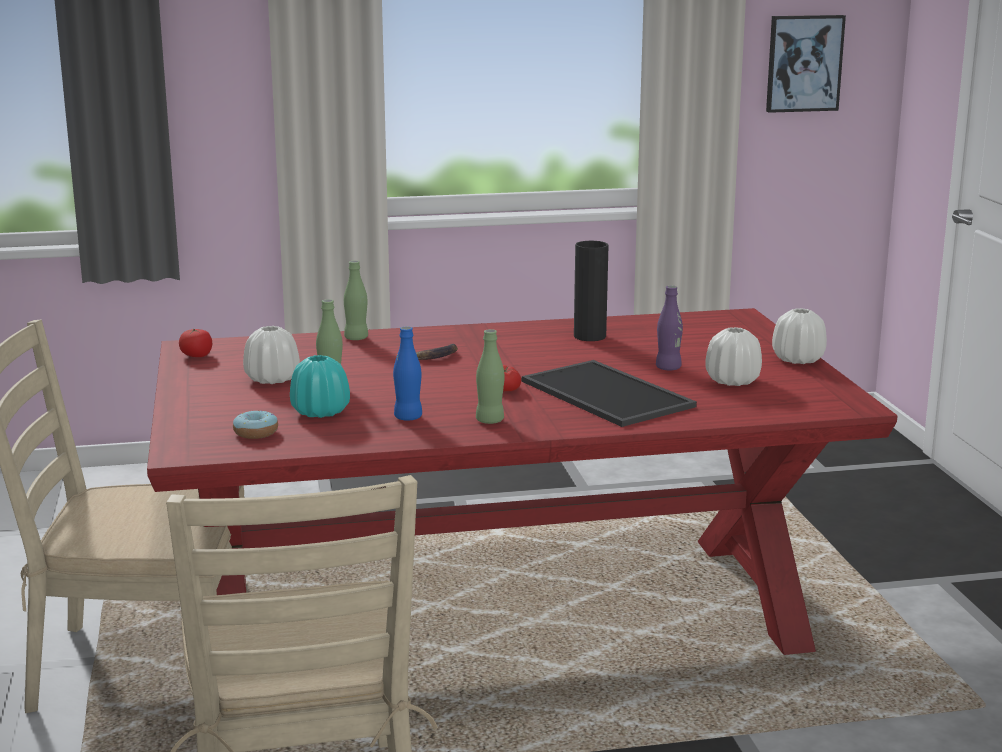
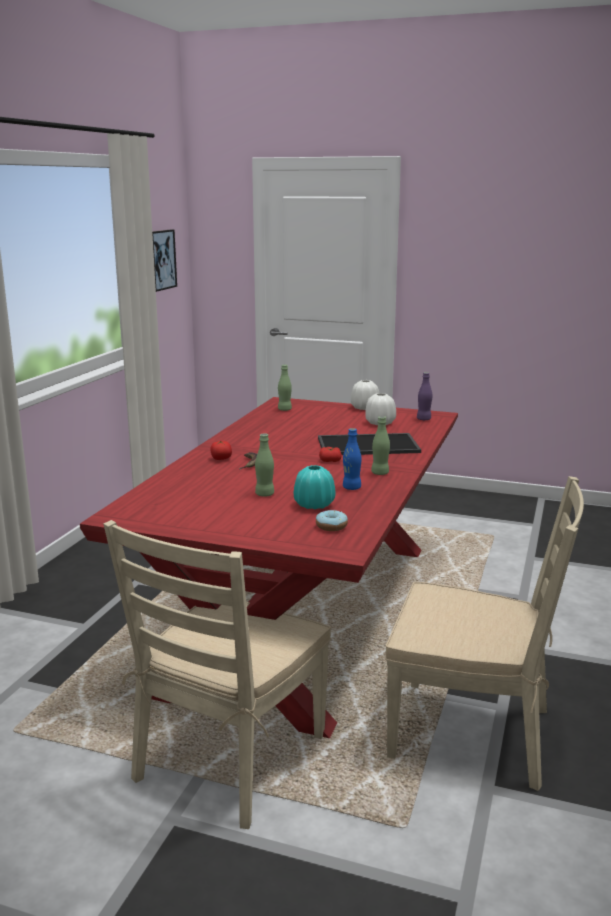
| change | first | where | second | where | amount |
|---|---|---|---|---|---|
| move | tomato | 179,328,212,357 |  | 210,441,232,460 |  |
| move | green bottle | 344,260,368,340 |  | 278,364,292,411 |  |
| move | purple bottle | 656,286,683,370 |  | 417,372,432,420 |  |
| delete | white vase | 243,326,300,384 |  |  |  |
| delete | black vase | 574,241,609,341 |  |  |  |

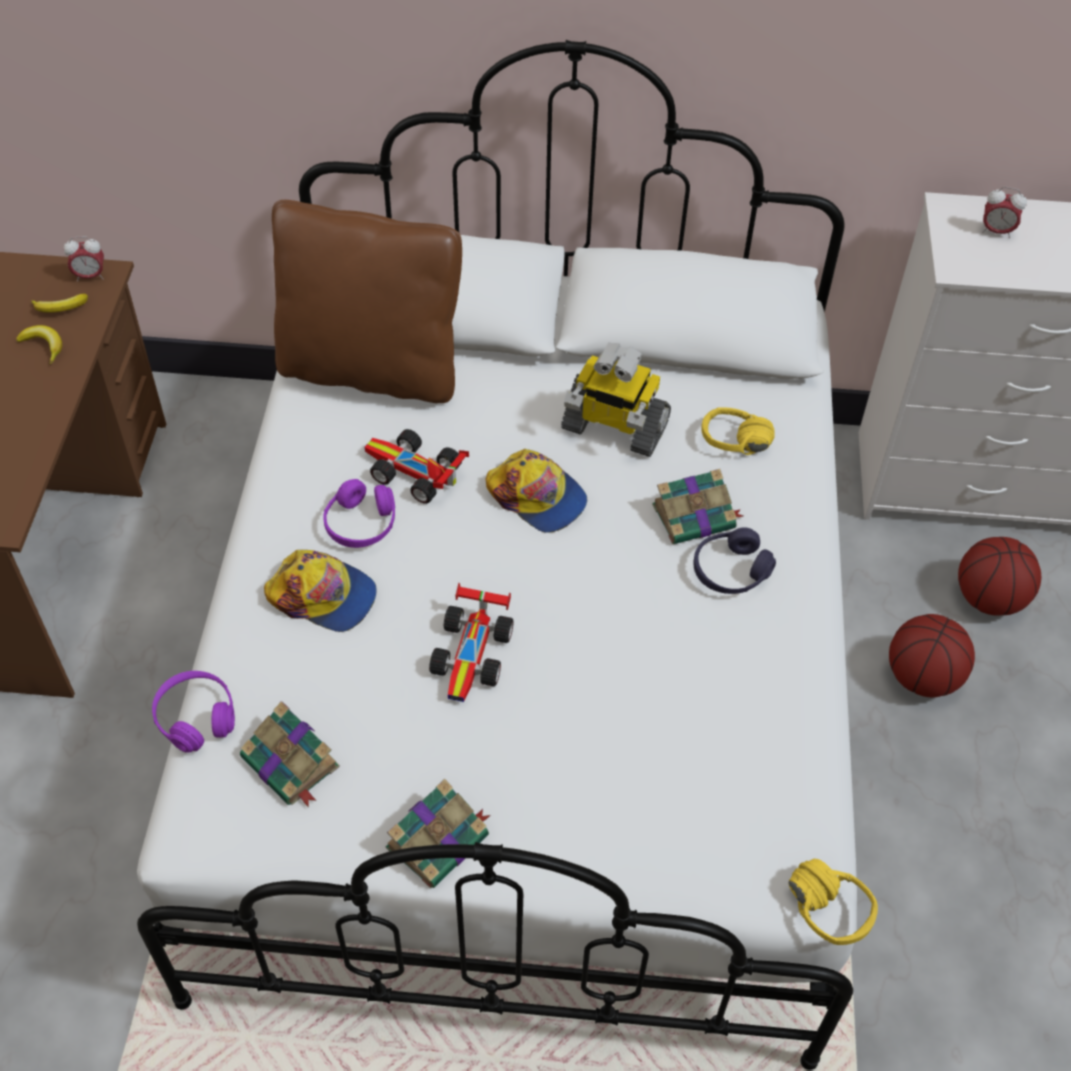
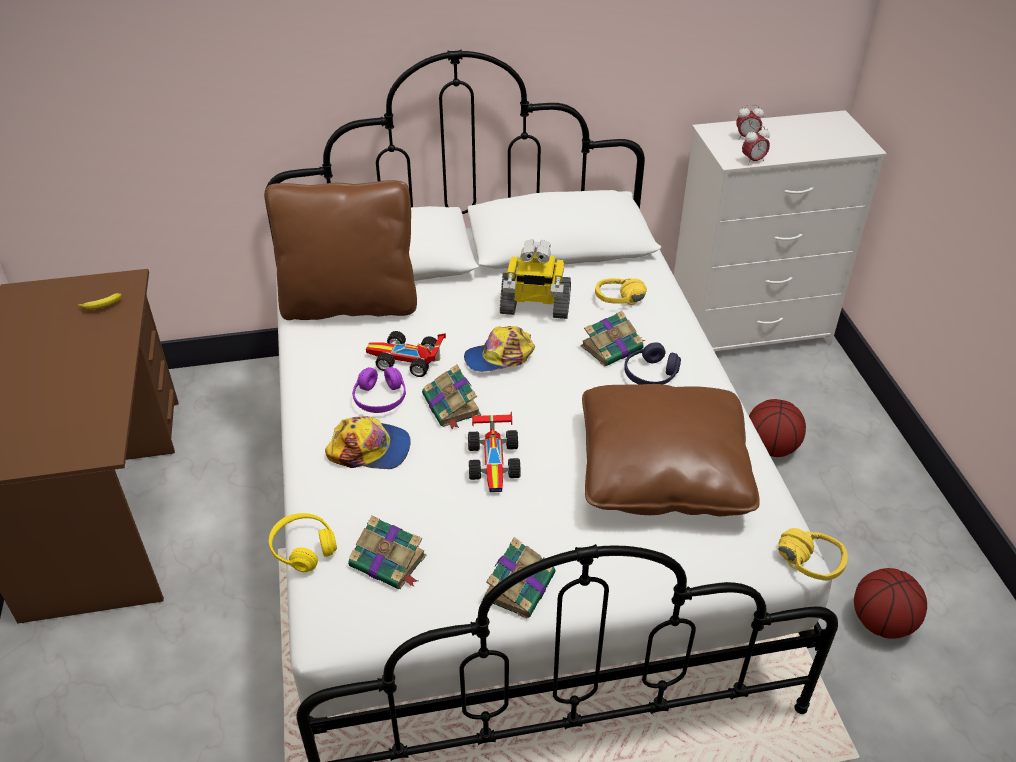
| change | first | where | second | where | amount |
|---|---|---|---|---|---|
| recolor | purple headphones | 152,671,235,753 | yellow headphones | 269,513,337,572 |  |
| insert |  |  | book | 422,364,481,430 |  |
| rotate | cap | 486,449,587,533 |  | 464,326,535,372 | 135 degrees clockwise |
| insert |  |  | brown pillow | 582,384,760,516 |  |
| move | alarm clock | 63,236,104,282 |  | 742,126,770,165 |  |
| move | basketball | 958,537,1041,616 |  | 854,568,927,639 |  |
| delete | banana | 16,325,62,365 |  |  |  |

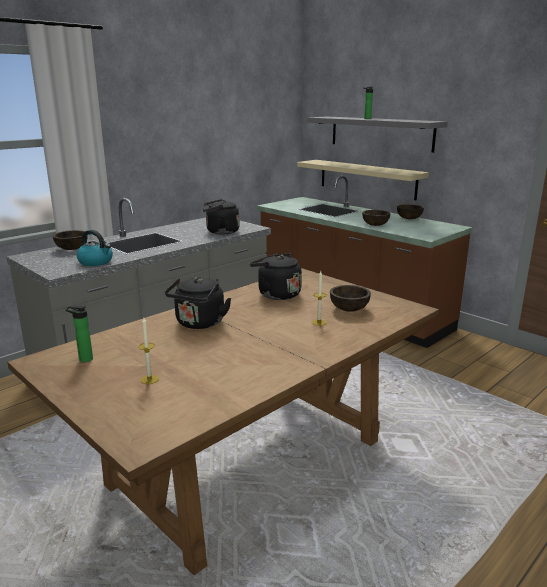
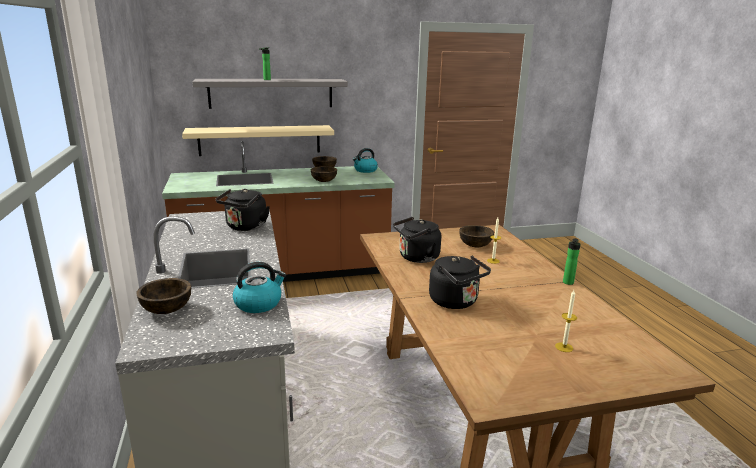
| change | first | where | second | where | amount |
|---|---|---|---|---|---|
| insert |  |  | kettle | 353,148,378,173 |  |
| move | bottle | 66,305,93,362 |  | 563,238,580,285 |  |

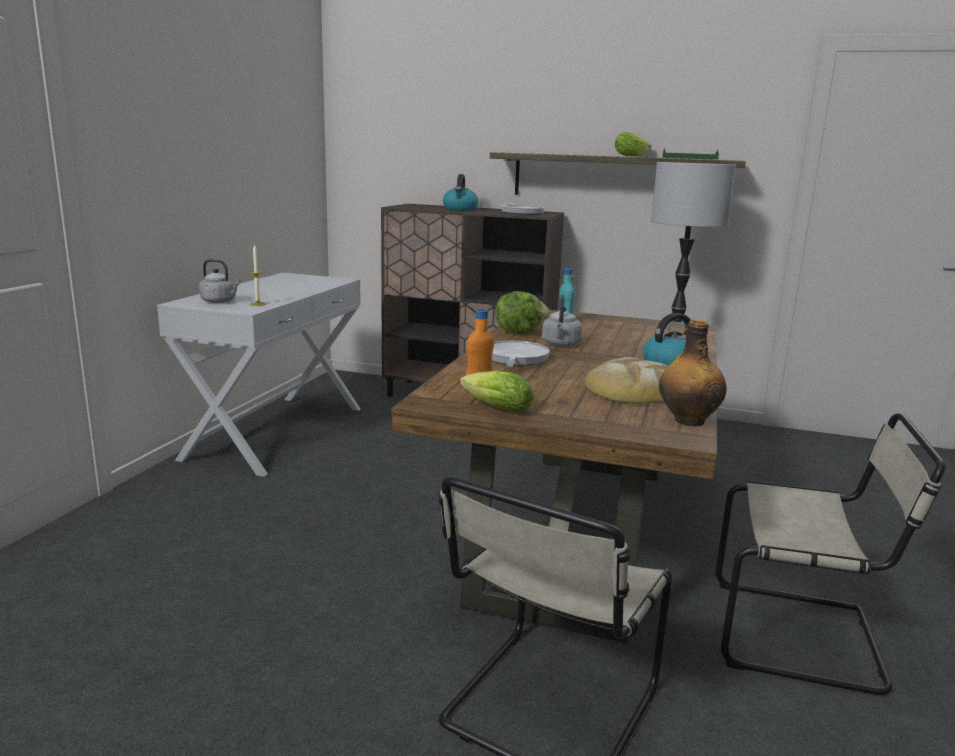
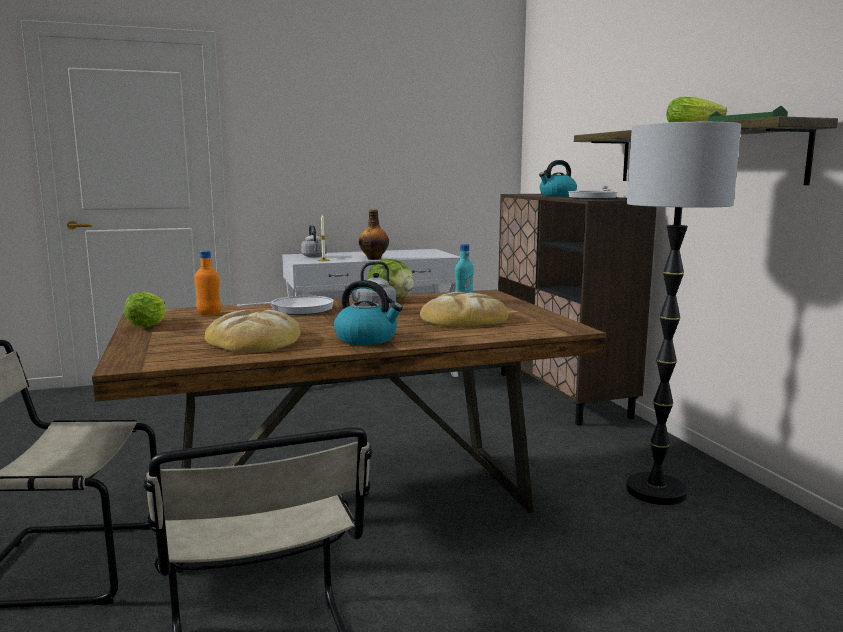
| change | first | where | second | where | amount |
|---|---|---|---|---|---|
| move | bottle | 659,320,726,427 |  | 359,209,389,260 |  |
| insert |  |  | bread | 420,292,508,327 |  |

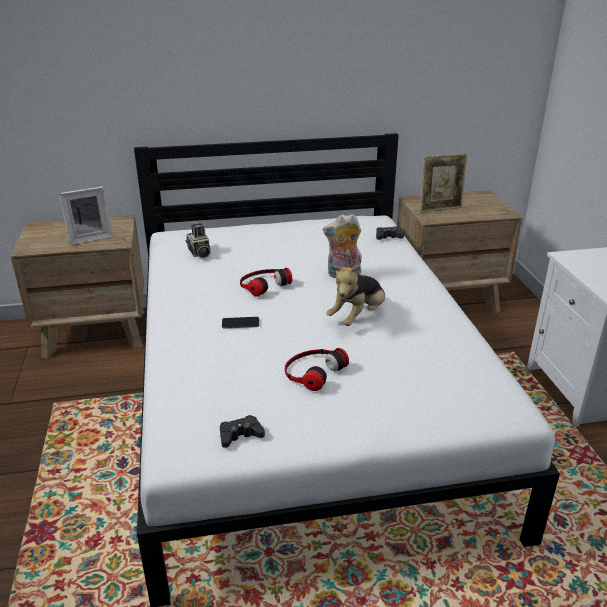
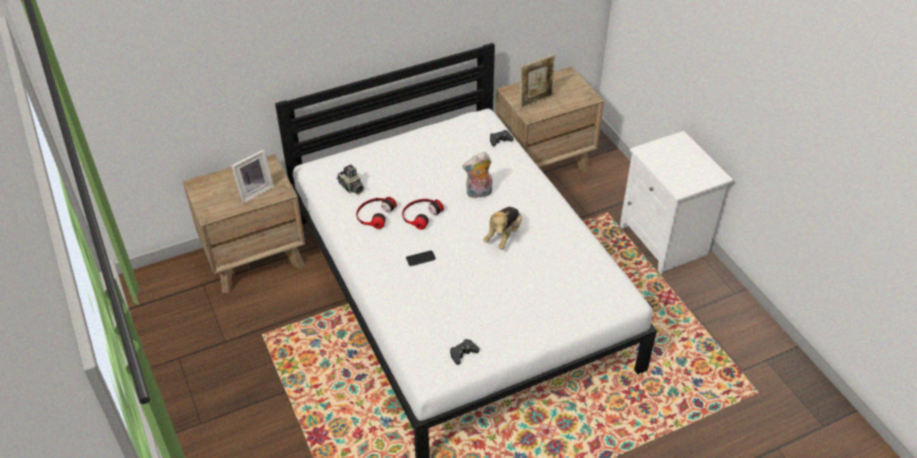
| change | first | where | second | where | amount |
|---|---|---|---|---|---|
| move | headphones | 285,348,349,391 |  | 356,197,397,229 |  |

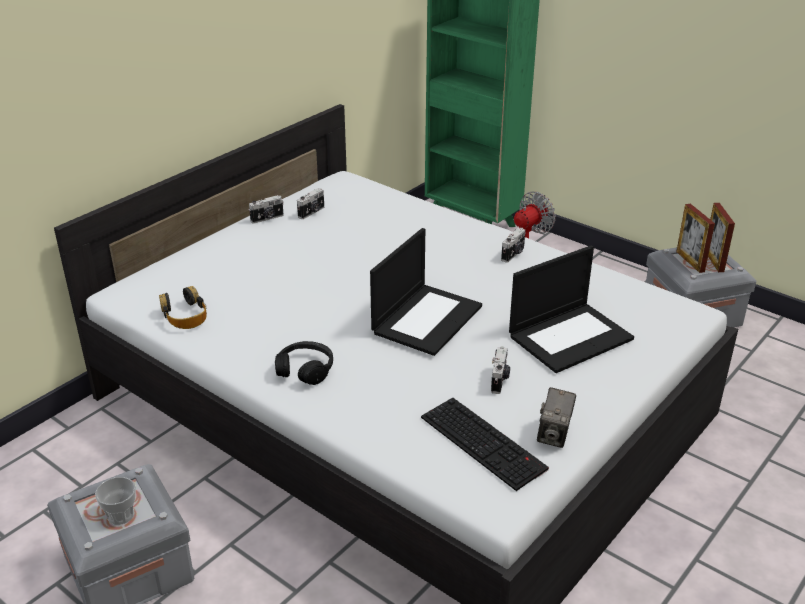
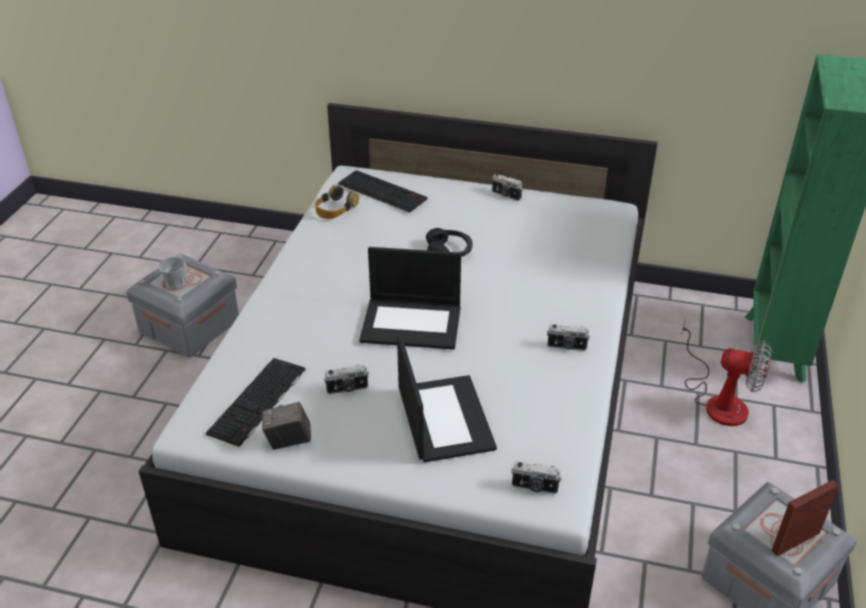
| change | first | where | second | where | amount |
|---|---|---|---|---|---|
| insert |  |  | keyboard | 338,170,428,212 |  |
| rotate | laptop | 509,245,634,373 |  | 397,334,497,463 | 135 degrees counterclockwise |
| move | black headphones | 275,341,333,385 |  | 426,228,472,257 |  |
| move | photo camera | 297,188,324,219 |  | 511,462,562,494 |  |
| delete | picture frame | 676,204,715,273 |  |  |  |

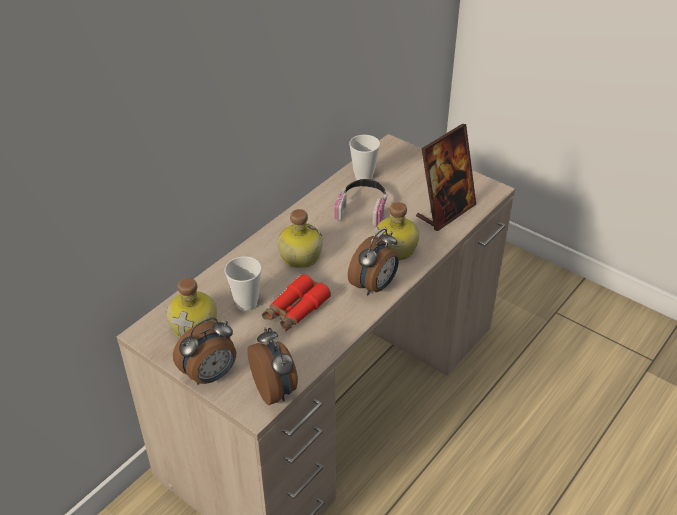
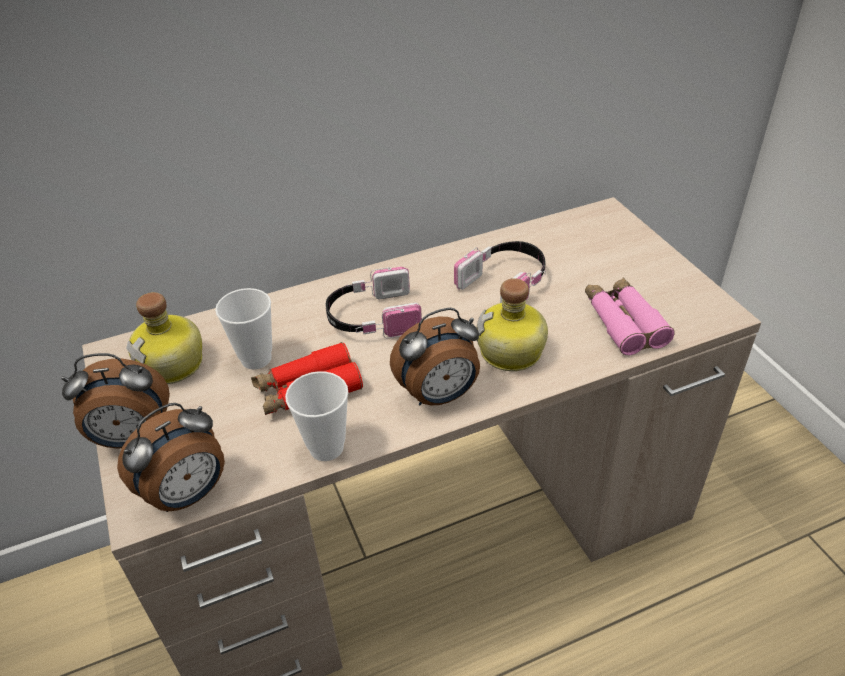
| change | first | where | second | where | amount |
|---|---|---|---|---|---|
| rotate | alarm clock | 247,328,298,405 |  | 117,403,225,512 | 45 degrees clockwise |
| move | cup | 349,135,380,180 |  | 285,371,348,461 |  |
| replace | bottle | 277,209,323,268 | headphones | 326,267,422,339 |  |
| replace | picture frame | 416,124,476,231 | pink binoculars | 585,278,675,355 |  |

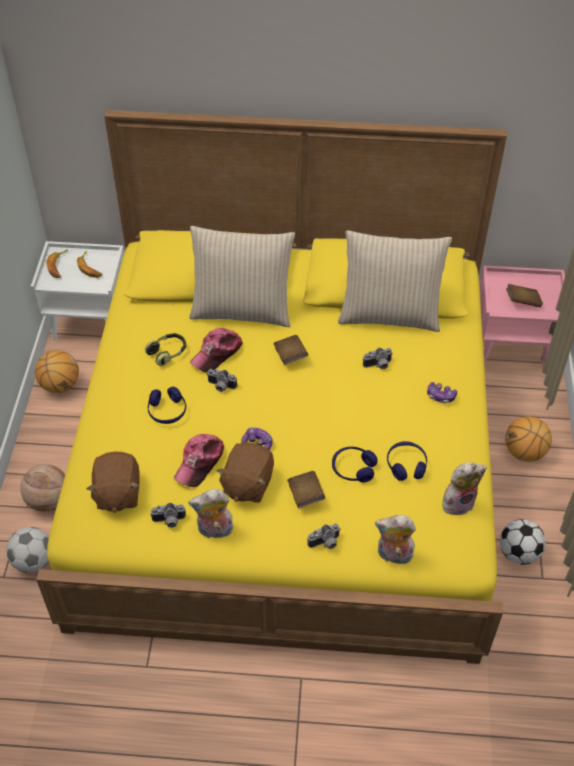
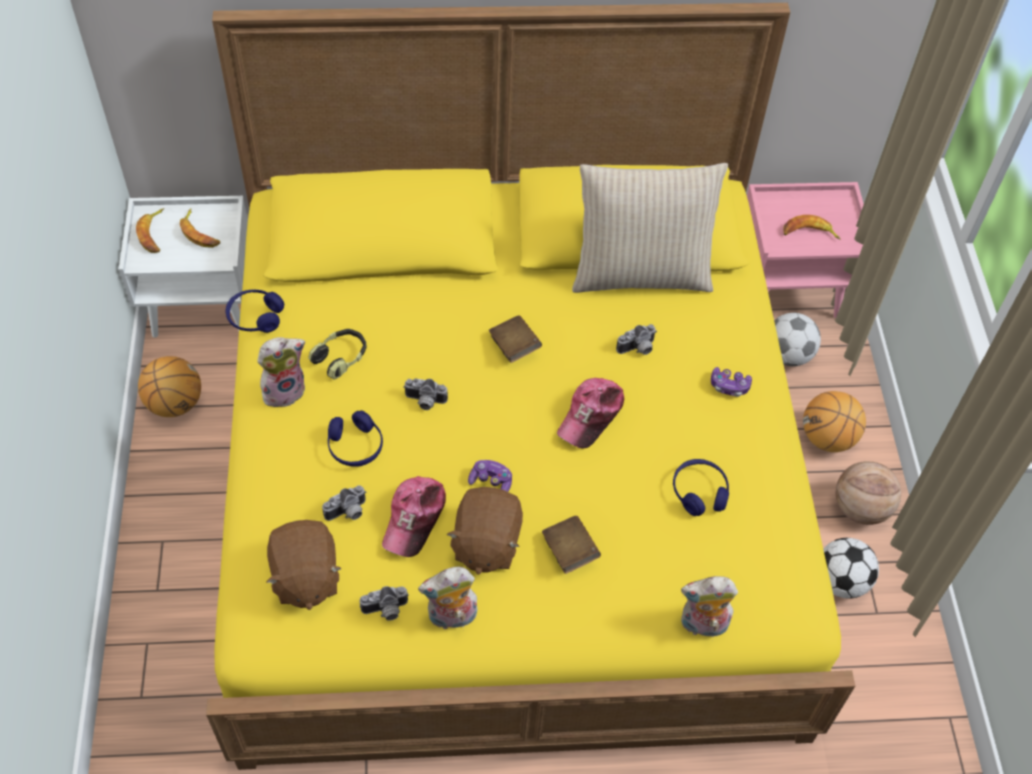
| change | first | where | second | where | amount |
|---|---|---|---|---|---|
| move | blue headphones | 332,447,378,483 |  | 226,289,284,333 |  |
| move | plush toy | 442,462,487,516 |  | 257,337,305,407 |  |
| move | photo camera | 307,523,341,549 |  | 322,485,366,521 |  |
| move | cap | 190,328,243,373 |  | 557,378,624,448 |  |
| move | football | 6,527,49,573 |  | 774,313,821,366 |  |
| replace | brown book | 506,284,543,308 | banana | 783,215,841,240 |  |
| move | basketball | 20,464,65,512 |  | 836,461,901,525 |  |
| delete | beige pillow | 189,226,295,327 |  |  |  |

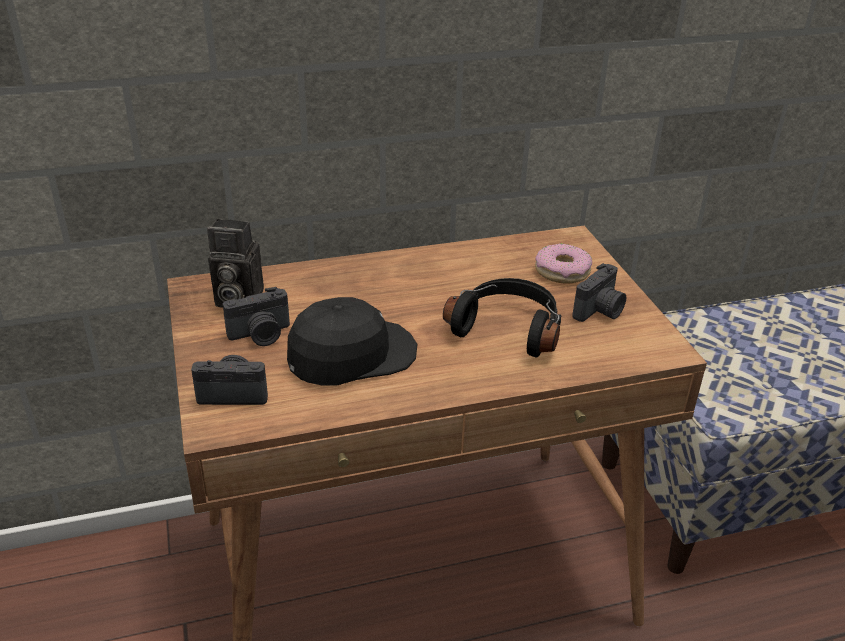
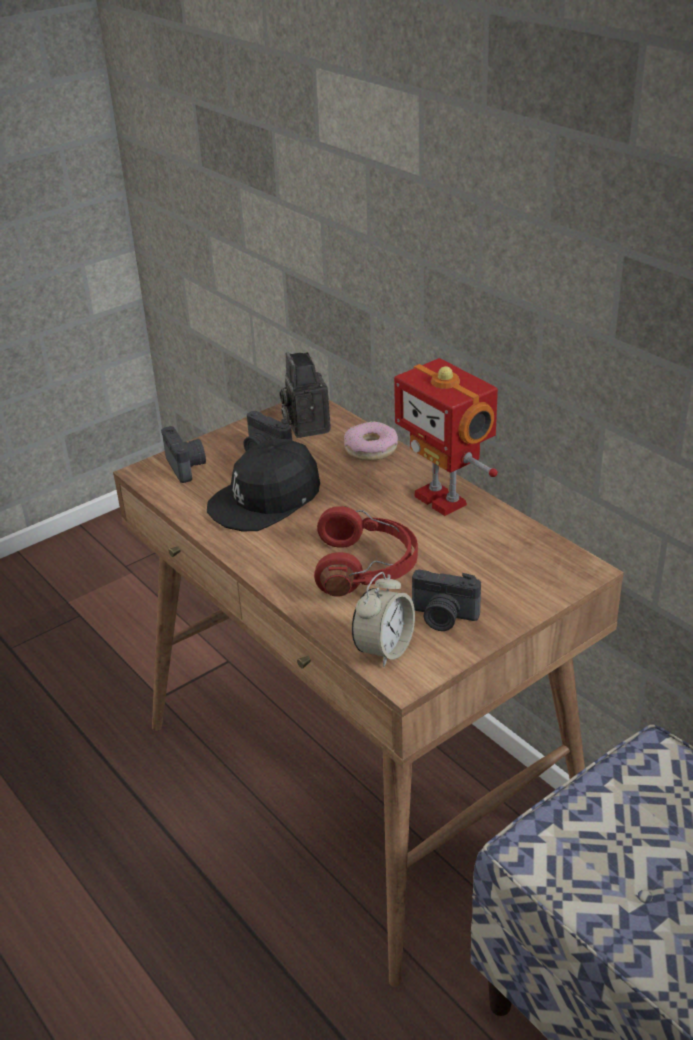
| change | first | where | second | where | amount |
|---|---|---|---|---|---|
| rotate | black cap | 287,297,418,386 |  | 207,439,320,531 | 105 degrees clockwise |
| recolor | black headphones | 443,278,561,357 | red headphones | 314,506,418,597 |  |
| move | donut | 535,244,592,284 |  | 344,421,398,461 |  |
| insert |  |  | alarm clock | 352,572,415,667 |  |
| insert |  |  | toy robot | 394,358,498,516 |  |

